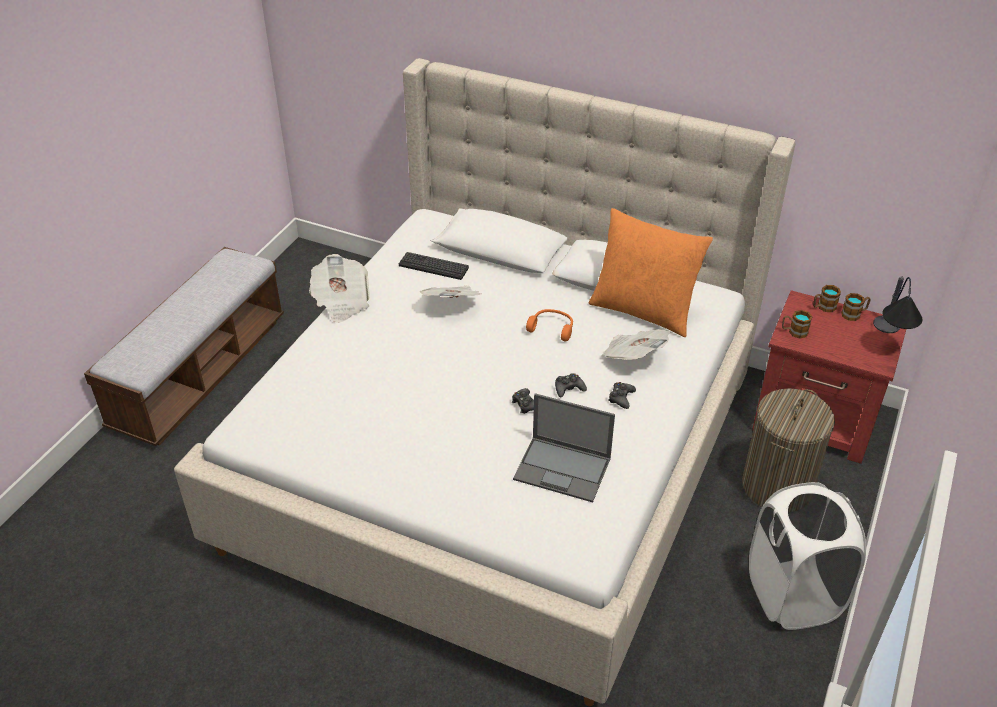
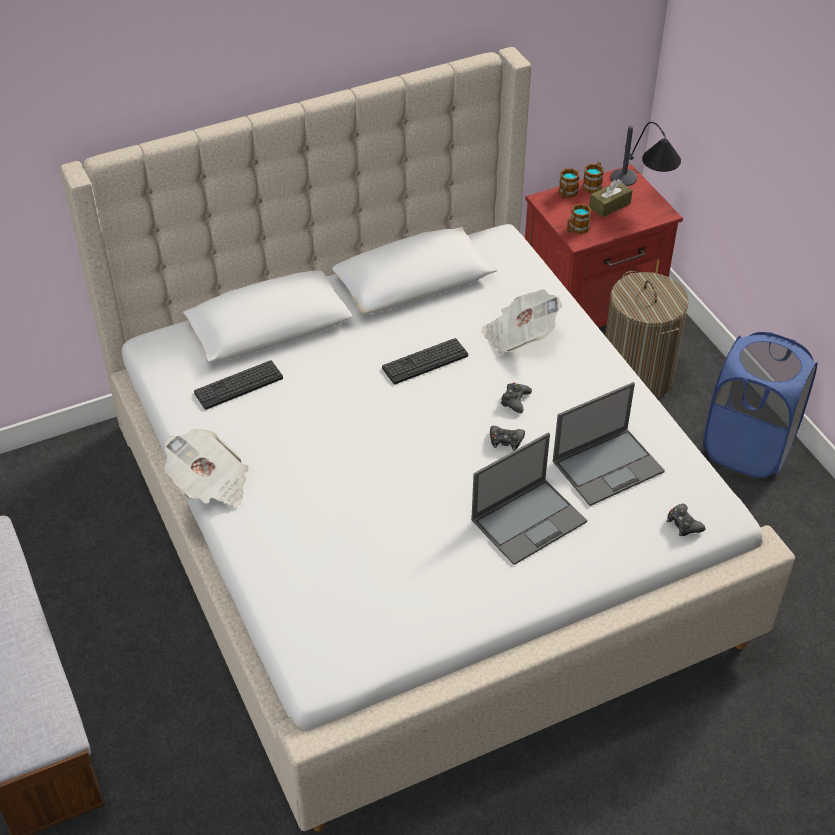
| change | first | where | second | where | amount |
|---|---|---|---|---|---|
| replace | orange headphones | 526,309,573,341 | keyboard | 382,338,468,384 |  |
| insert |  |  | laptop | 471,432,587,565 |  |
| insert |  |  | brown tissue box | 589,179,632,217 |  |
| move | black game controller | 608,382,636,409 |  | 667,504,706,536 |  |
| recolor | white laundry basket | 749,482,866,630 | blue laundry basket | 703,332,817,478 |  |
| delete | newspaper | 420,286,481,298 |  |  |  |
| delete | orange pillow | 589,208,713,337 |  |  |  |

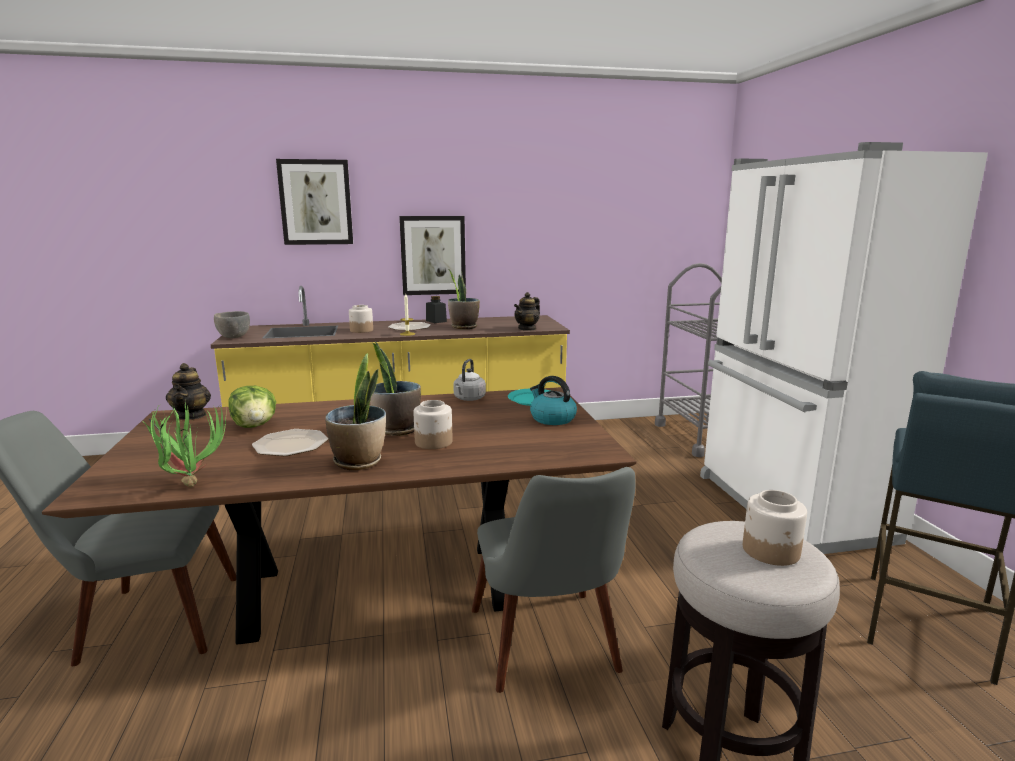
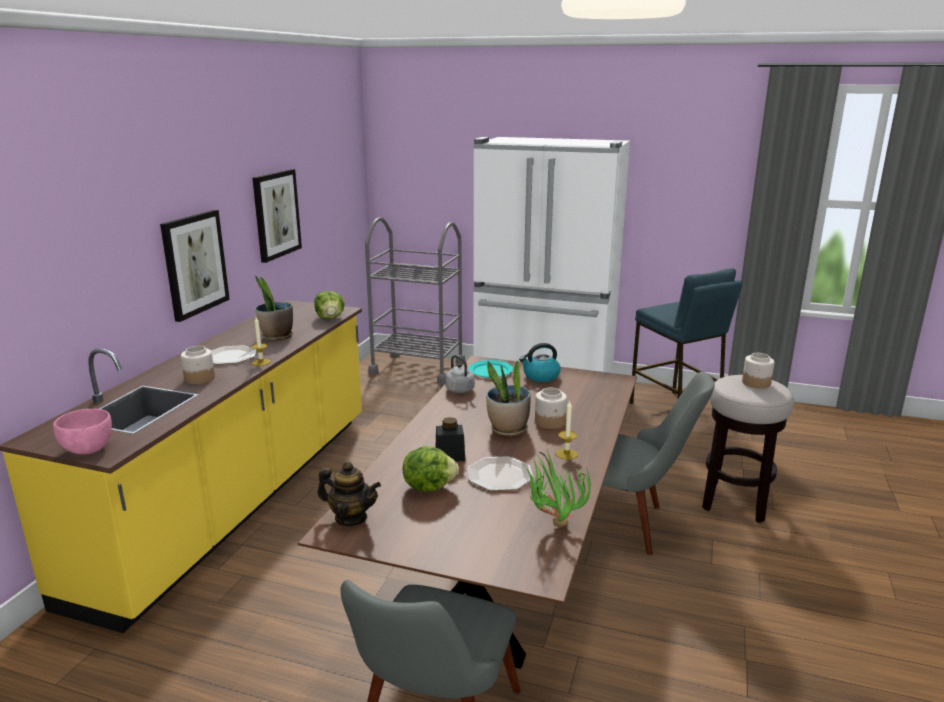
| change | first | where | second | where | amount |
|---|---|---|---|---|---|
| recolor | grey bowl | 214,311,250,338 | pink bowl | 53,409,112,454 |  |
| move | picture | 276,159,353,245 |  | 252,169,302,263 |  |
| replace | teapot | 514,292,540,331 | lettuce | 314,291,345,319 |  |
| move | black jar | 426,296,447,323 |  | 436,417,465,462 |  |
| replace | potted plant | 325,353,386,470 | candle | 556,400,578,460 |  |

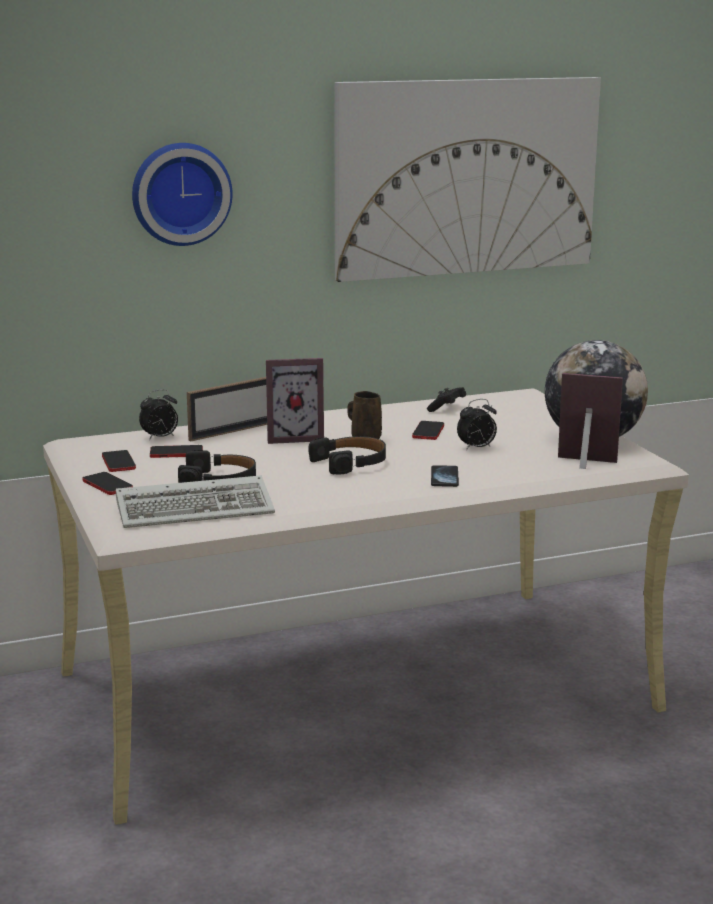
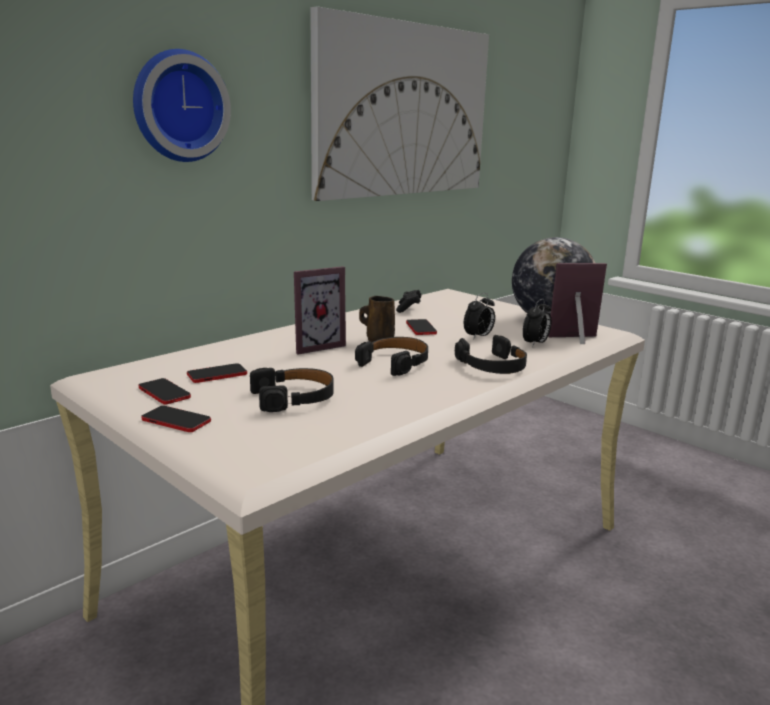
| change | first | where | second | where | amount |
|---|---|---|---|---|---|
| replace | phone | 431,465,459,487 | black headphones | 455,335,527,374 |  |
| move | alarm clock | 139,389,178,440 |  | 523,299,551,347 |  |
| delete | keyboard | 116,475,275,528 |  |  |  |
| delete | picture frame | 187,377,267,441 |  |  |  |

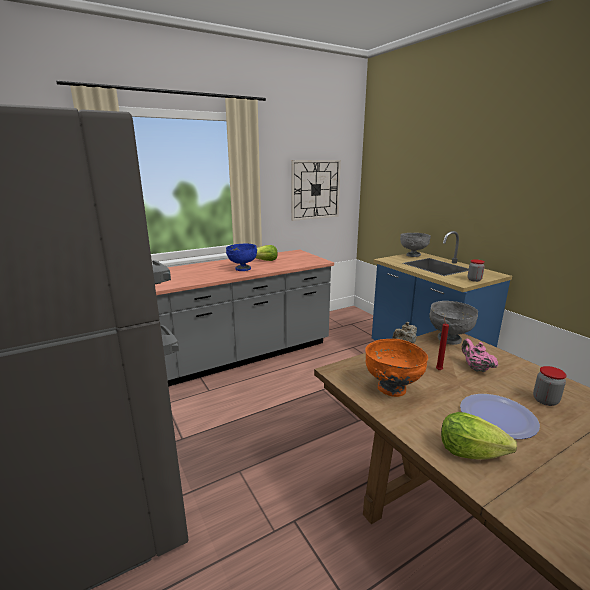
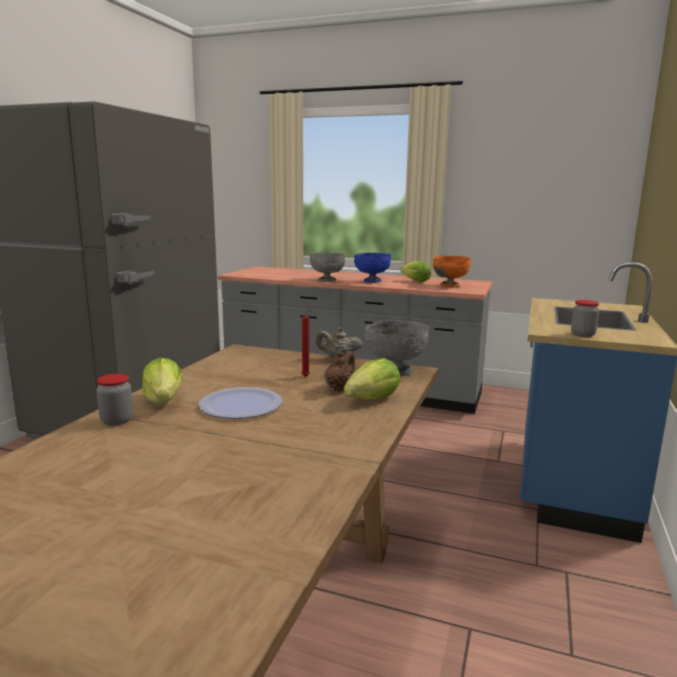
| change | first | where | second | where | amount |
|---|---|---|---|---|---|
| move | jar | 533,366,567,406 |  | 96,374,133,426 |  |
| move | grey bowl | 400,233,431,257 |  | 310,253,345,282 |  |
| recolor | pink teapot | 462,338,498,372 | brown teapot | 324,351,355,392 |  |
| insert |  |  | lettuce | 344,358,400,399 |  |
| move | orange bowl | 365,339,428,397 |  | 433,256,471,288 |  |
| delete | wall clock | 291,160,341,221 |  |  |  |

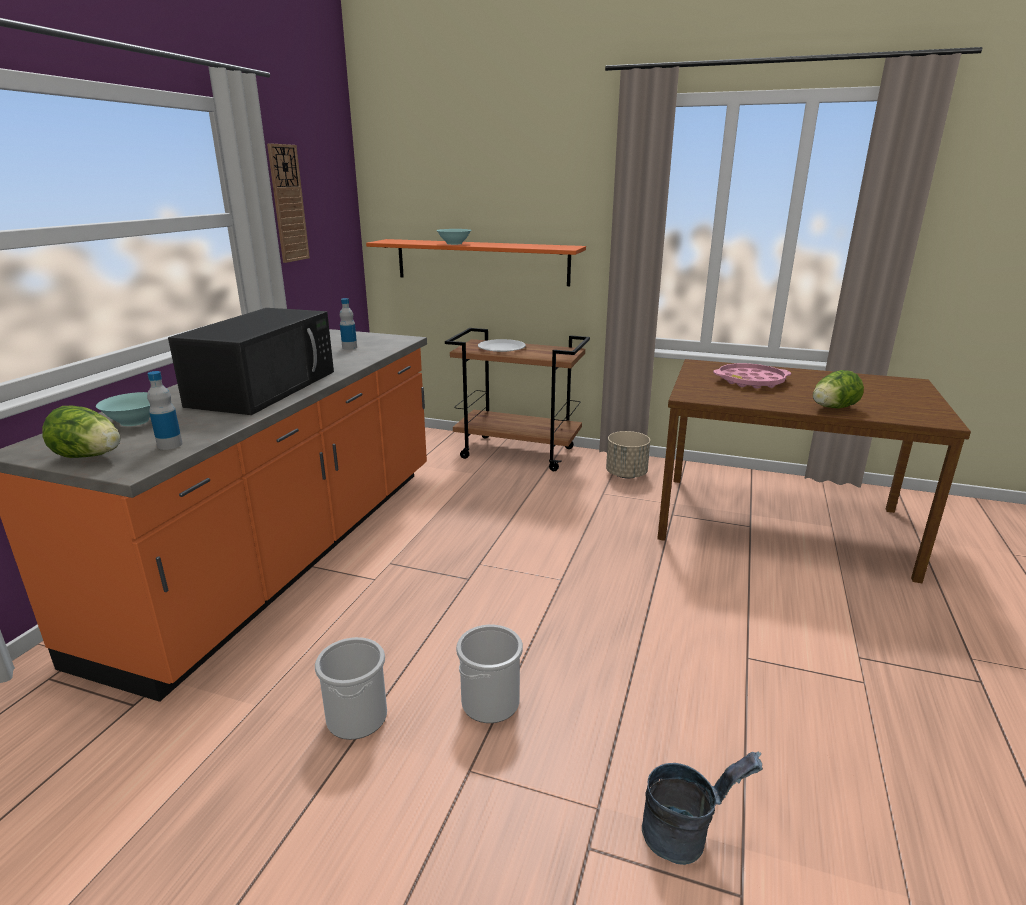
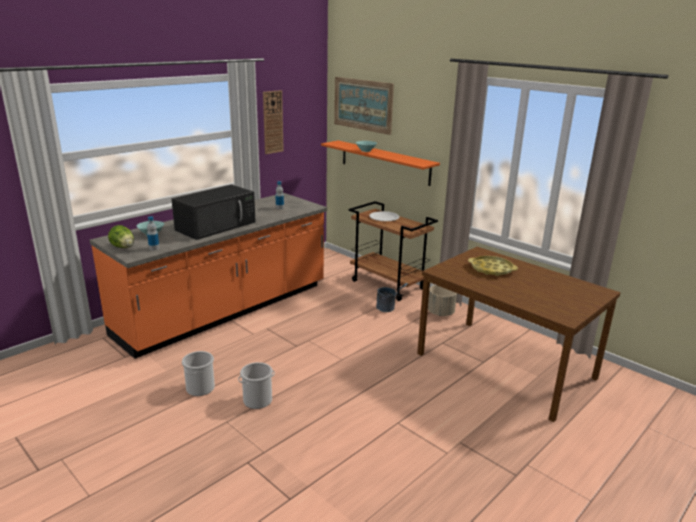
| change | first | where | second | where | amount |
|---|---|---|---|---|---|
| insert |  |  | picture | 334,77,394,135 |  |
| move | grey bucket | 642,752,763,865 |  | 376,283,408,312 |  |
| recolor | pink tray | 713,363,791,389 | yellow tray | 468,256,518,276 |  |
| delete | lettuce | 813,370,864,409 |  |  |  |

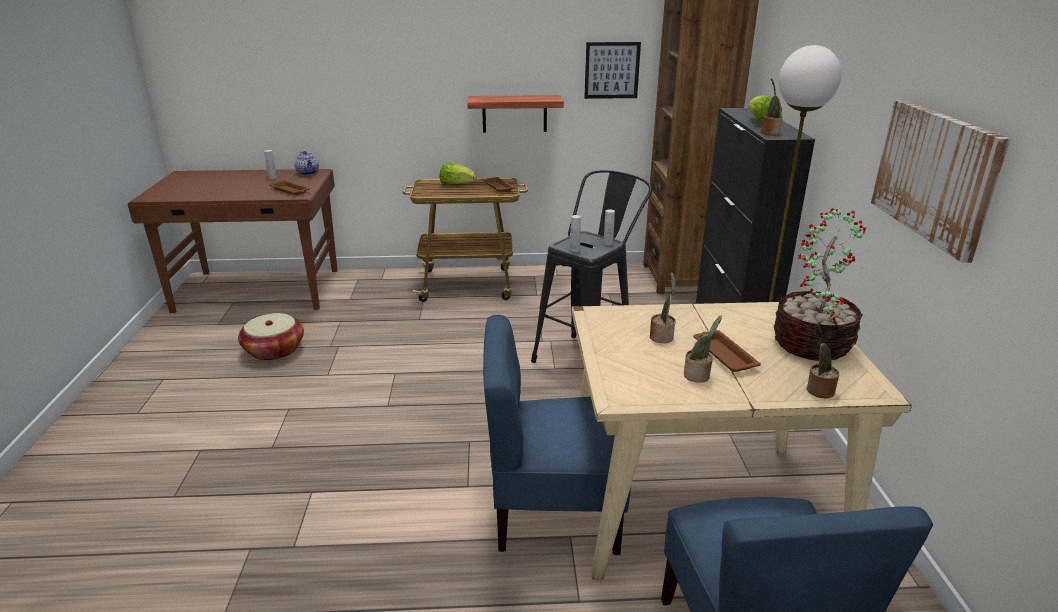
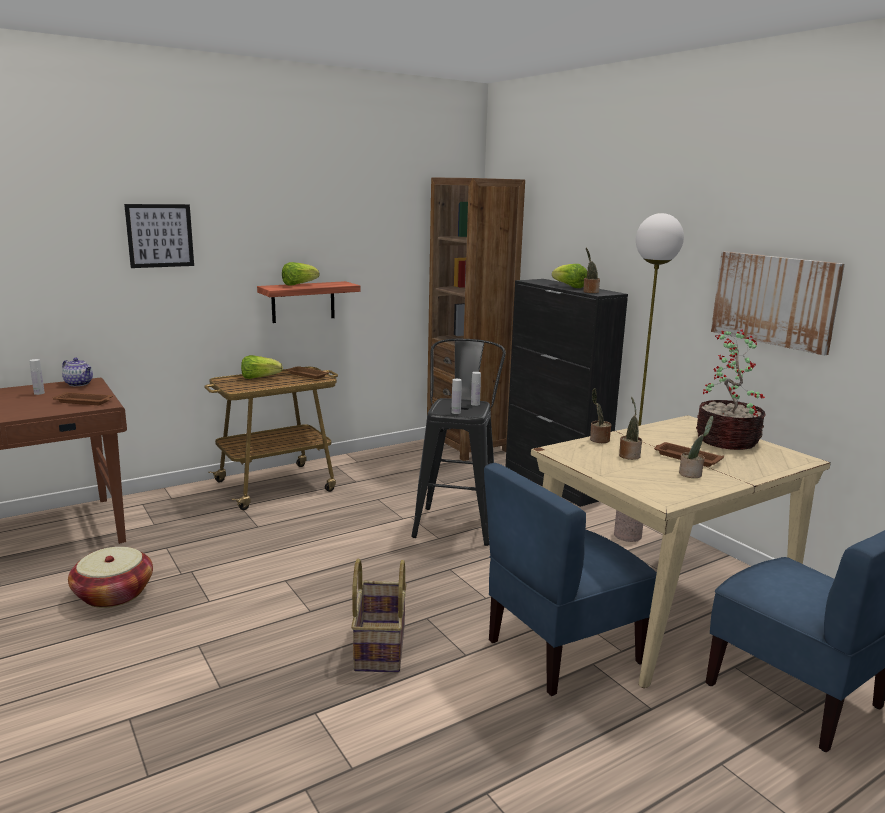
| change | first | where | second | where | amount |
|---|---|---|---|---|---|
| move | picture | 584,42,641,99 |  | 124,204,194,268 |  |
| insert |  |  | lettuce | 282,262,319,286 |  |
| insert |  |  | basket | 351,559,407,672 |  |
| move | potted plant | 807,325,840,399 |  | 590,388,611,443 |  |

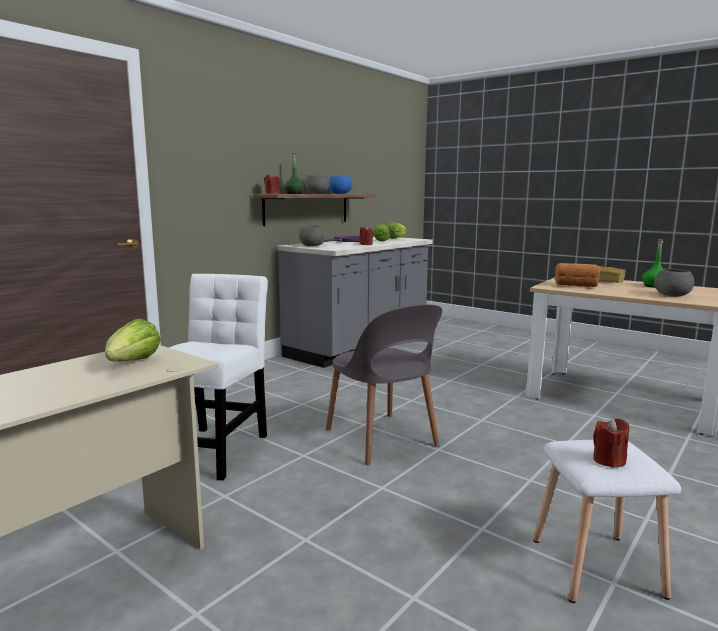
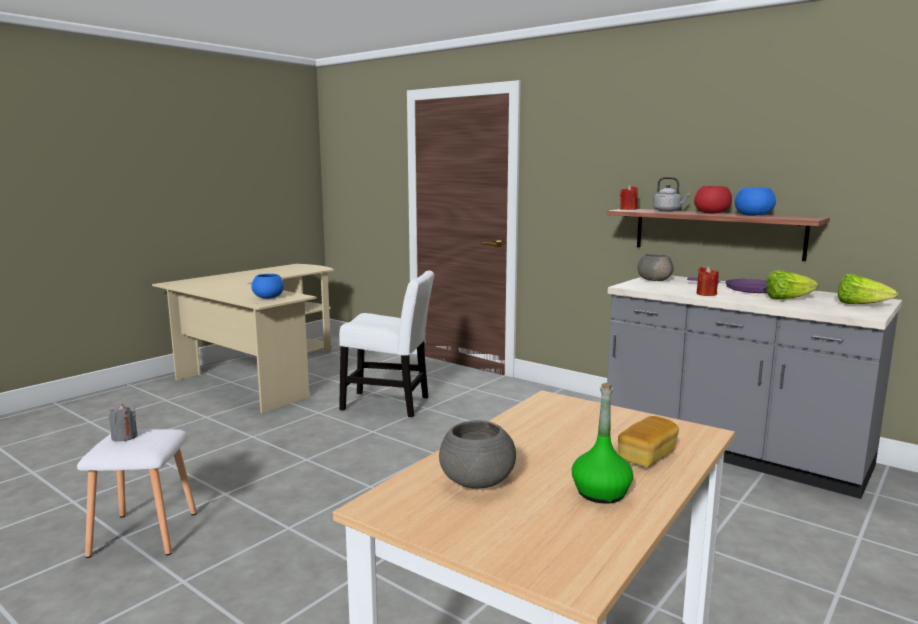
| change | first | where | second | where | amount |
|---|---|---|---|---|---|
| recolor | red candle | 593,418,629,468 | grey candle | 108,404,137,442 |  |
| replace | lettuce | 105,319,161,362 | blue bowl | 251,274,284,299 |  |
| replace | green bottle | 284,153,305,194 | grey kettle | 653,177,690,212 |  |
| recolor | grey bowl | 304,175,330,194 | red bowl | 694,186,732,214 |  |
| delete | grey chair | 326,304,442,465 |  |  |  |
| delete | bread | 555,263,600,287 |  |  |  |

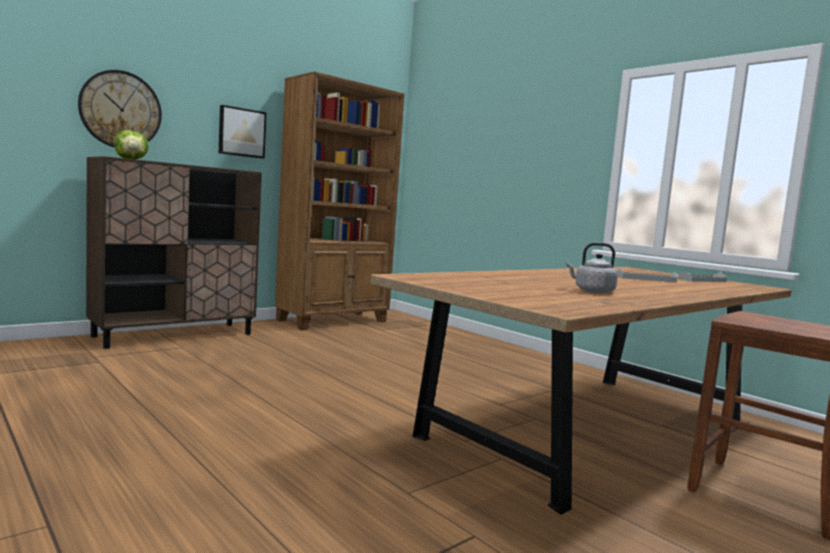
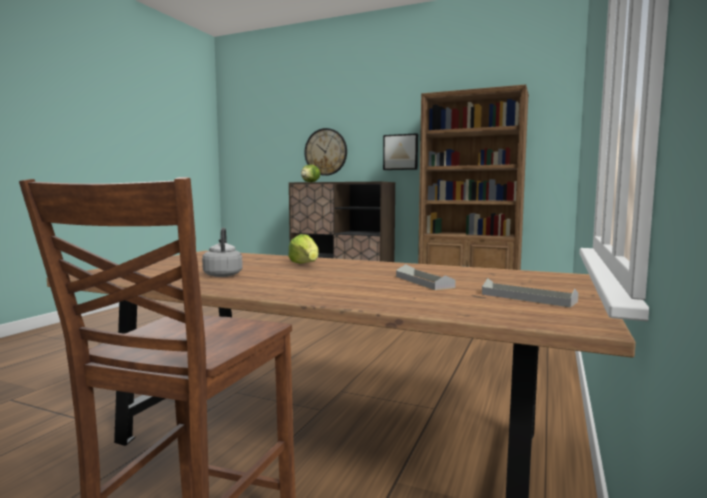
| change | first | where | second | where | amount |
|---|---|---|---|---|---|
| insert |  |  | lettuce | 288,234,319,264 |  |

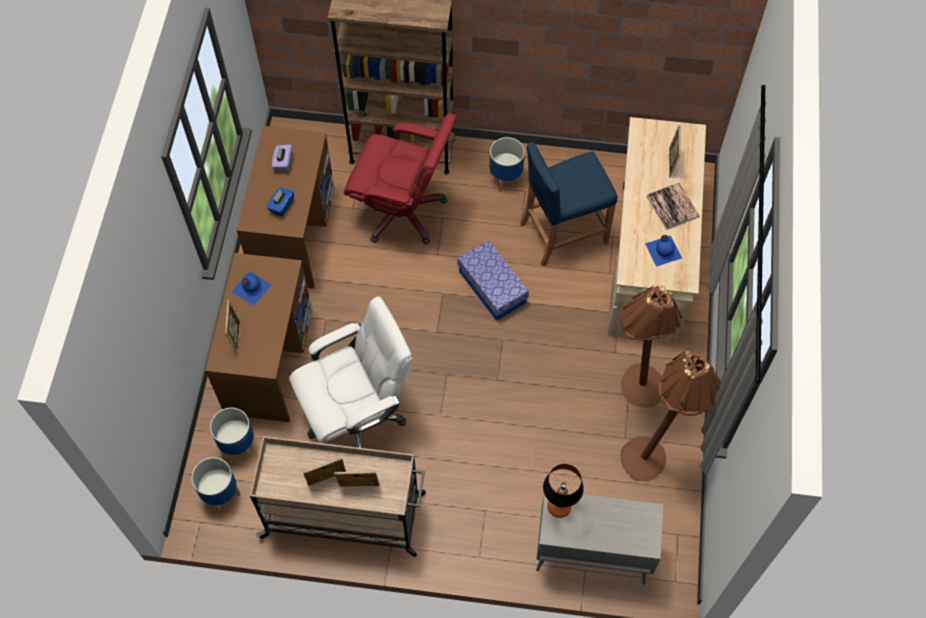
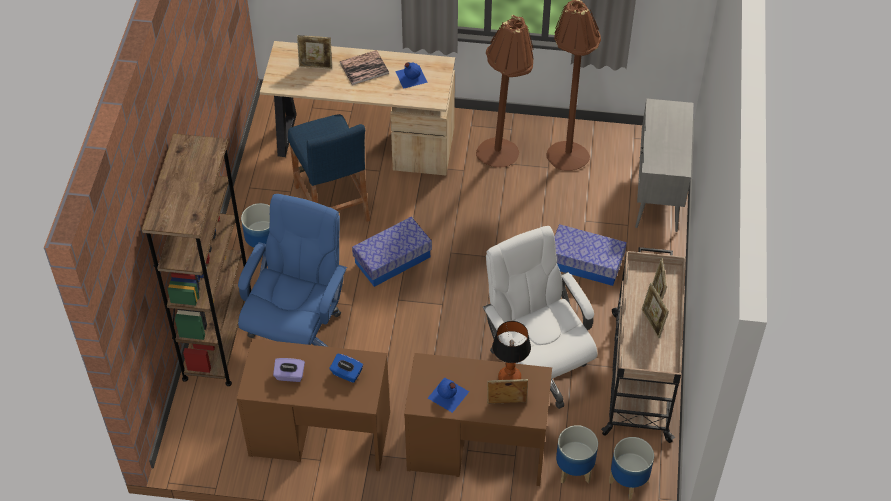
| change | first | where | second | where | amount |
|---|---|---|---|---|---|
| recolor | red office chair | 344,113,457,244 | blue office chair | 238,194,347,347 |  |
| move | table lamp | 543,464,584,518 |  | 492,321,531,380 |  |
| insert |  |  | storage box | 554,224,627,286 |  |

